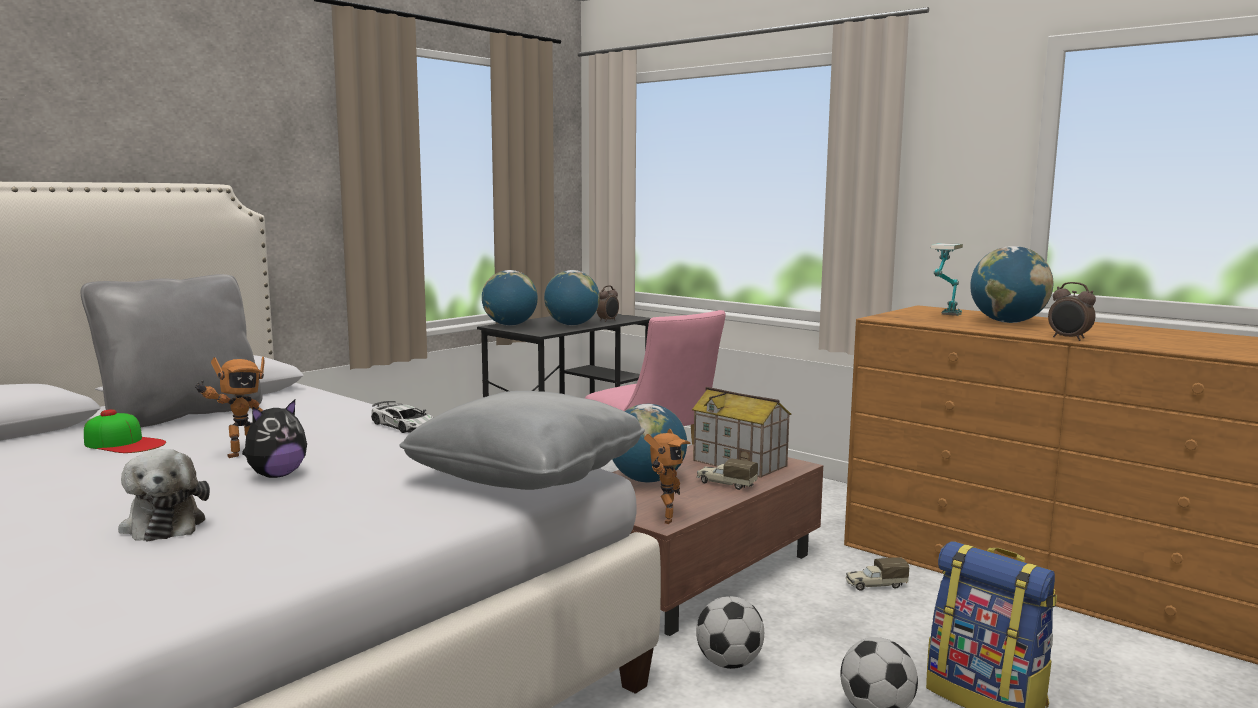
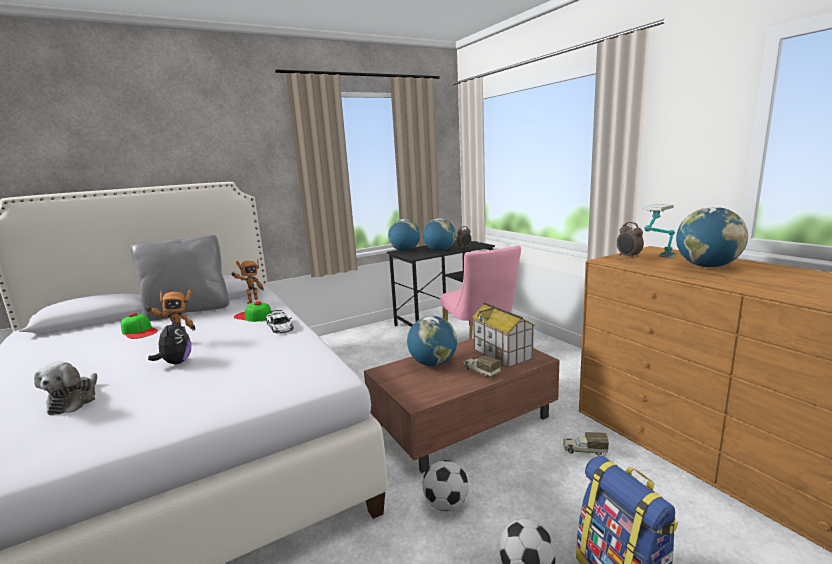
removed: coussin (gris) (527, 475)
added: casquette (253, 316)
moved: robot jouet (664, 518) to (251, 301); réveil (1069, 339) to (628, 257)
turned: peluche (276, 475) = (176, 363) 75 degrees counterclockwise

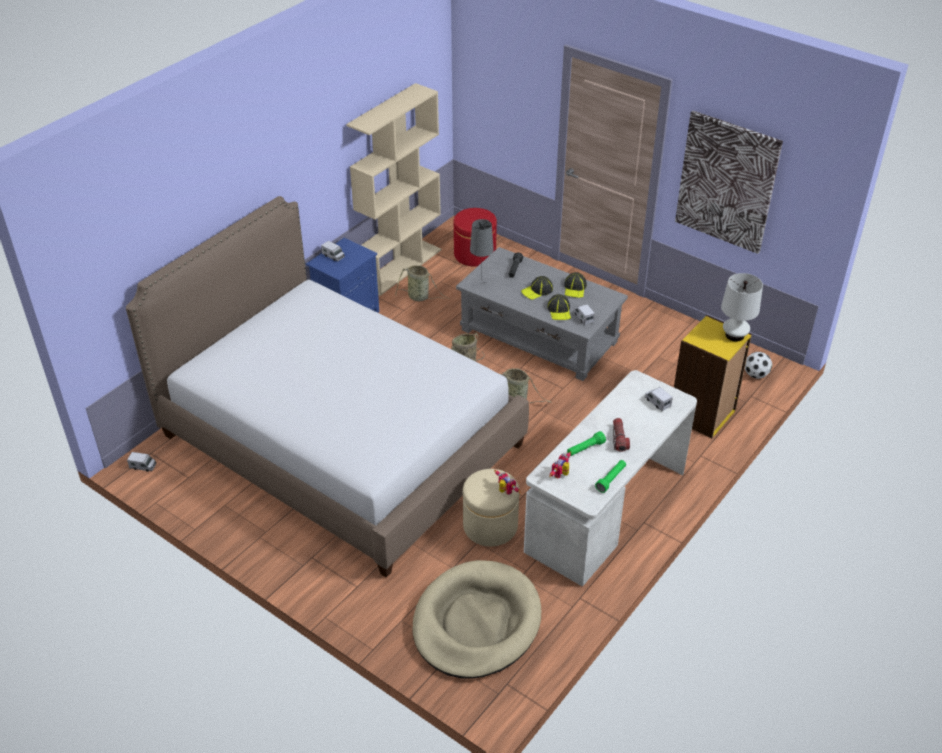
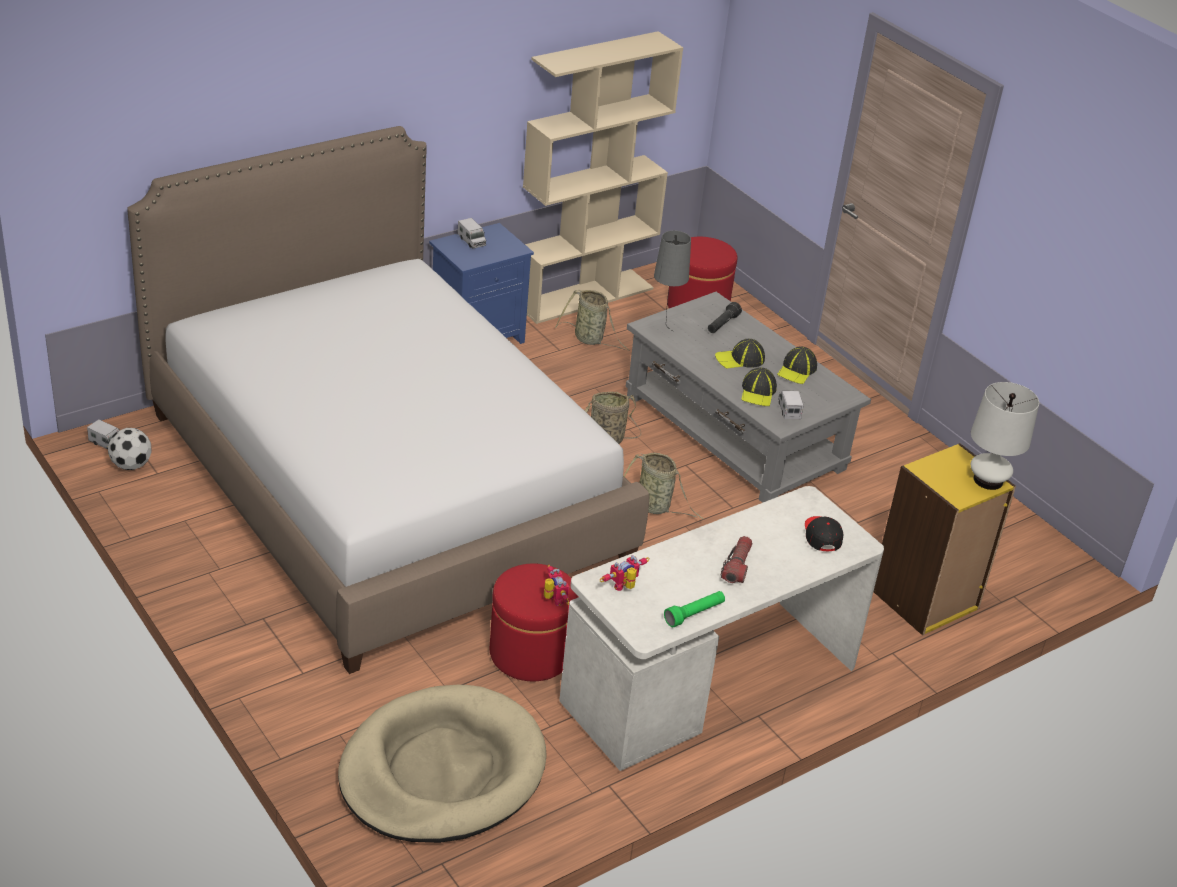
removed: lampe de poche (vert) (585, 449); tableau (727, 182)
moved: ballon de foot (756, 375) to (131, 465)
replaced: camion jouet (657, 402) to casquette (noir) (821, 536)
recoloured: pouf (beige) (490, 526) to pouf (rouge) (530, 653)

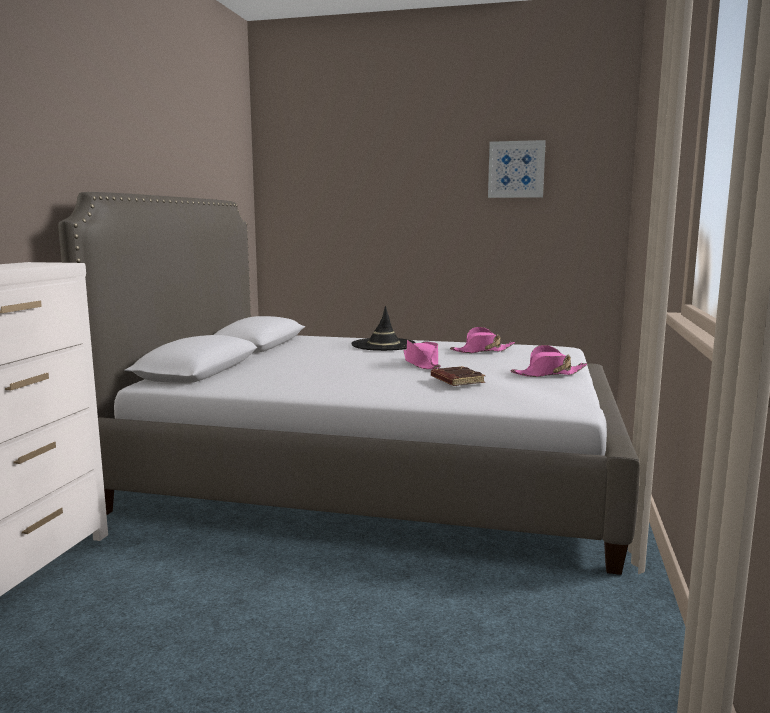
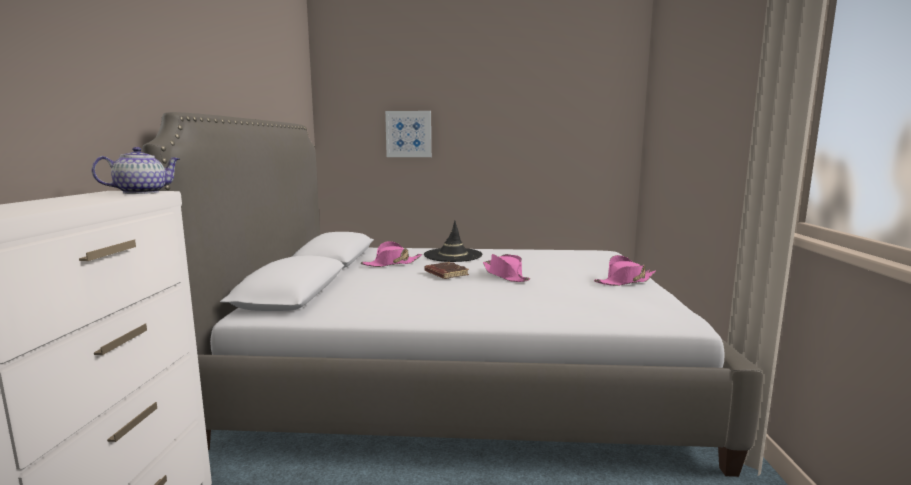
added: théière (142, 192)
moved: livre (marron) (456, 380) to (445, 274); chapeau (rose) (482, 351) to (392, 263); tableau (516, 169) to (408, 134)

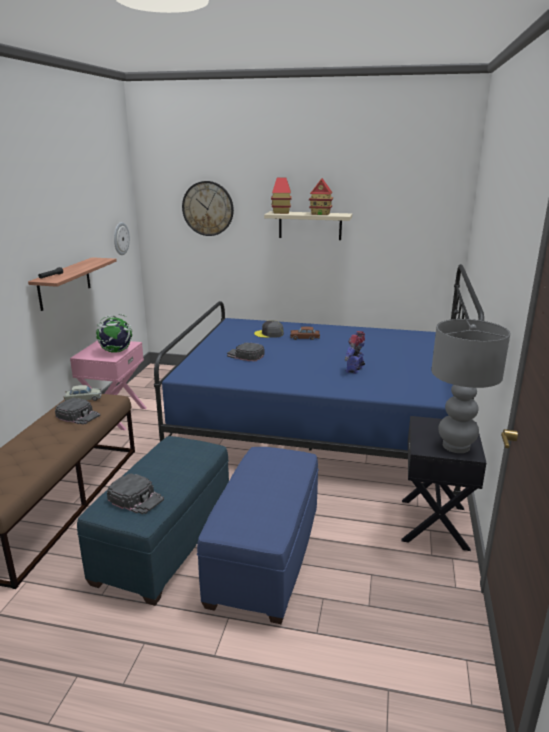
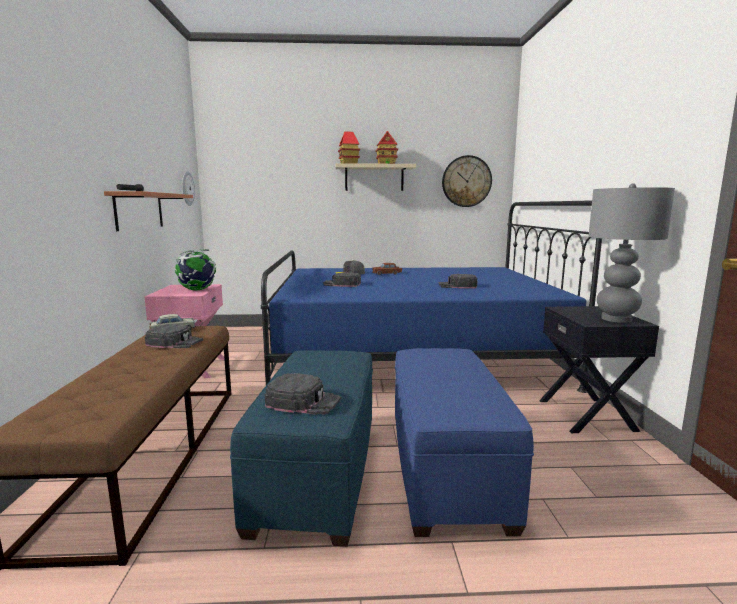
moved: horloge murale (208, 208) to (466, 181)
replaced: robot jouet (355, 370) to casquette (noir) (457, 286)

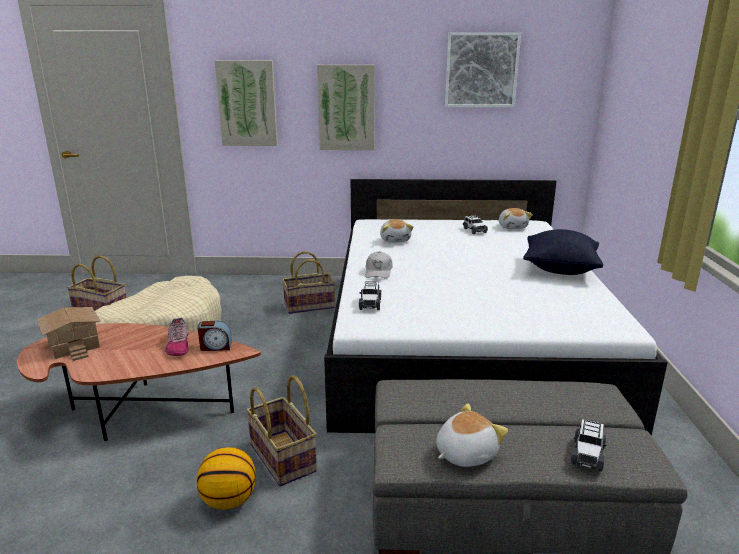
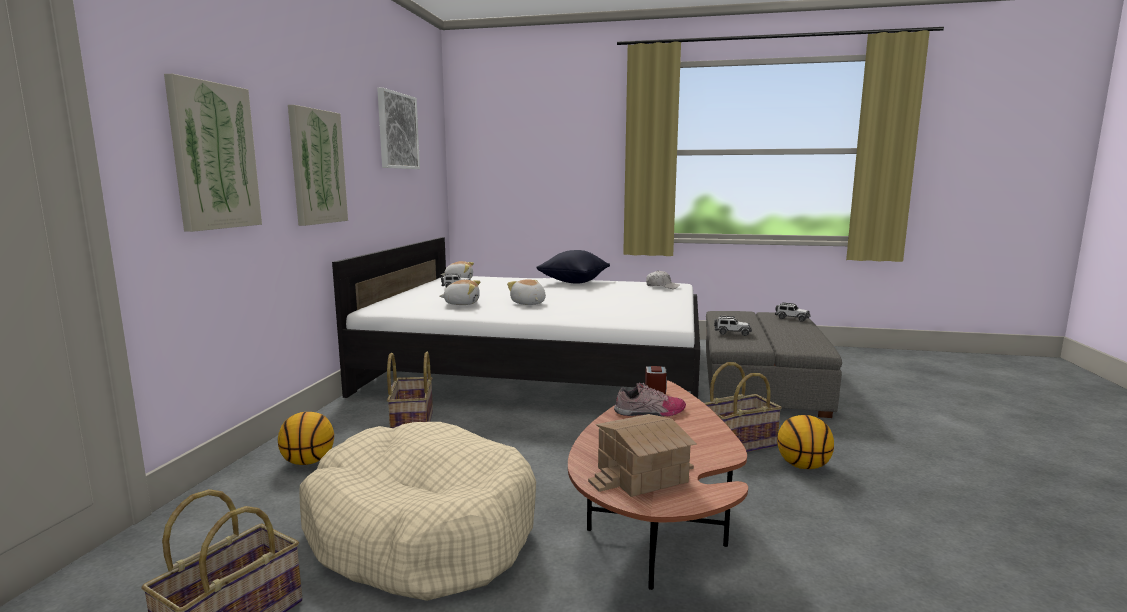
added: ballon de basket (308, 462)
moved: petite voiture (370, 303) to (732, 333); casquette (blanc) (378, 272) to (662, 286); peluche (464, 453) to (528, 303)

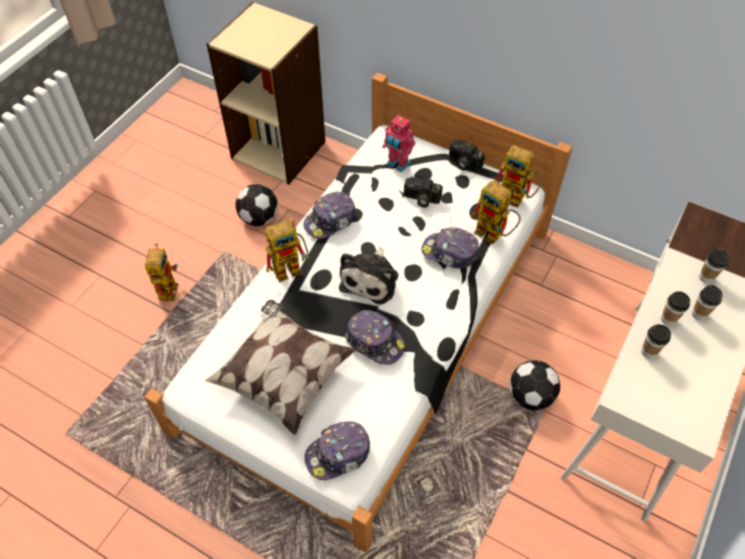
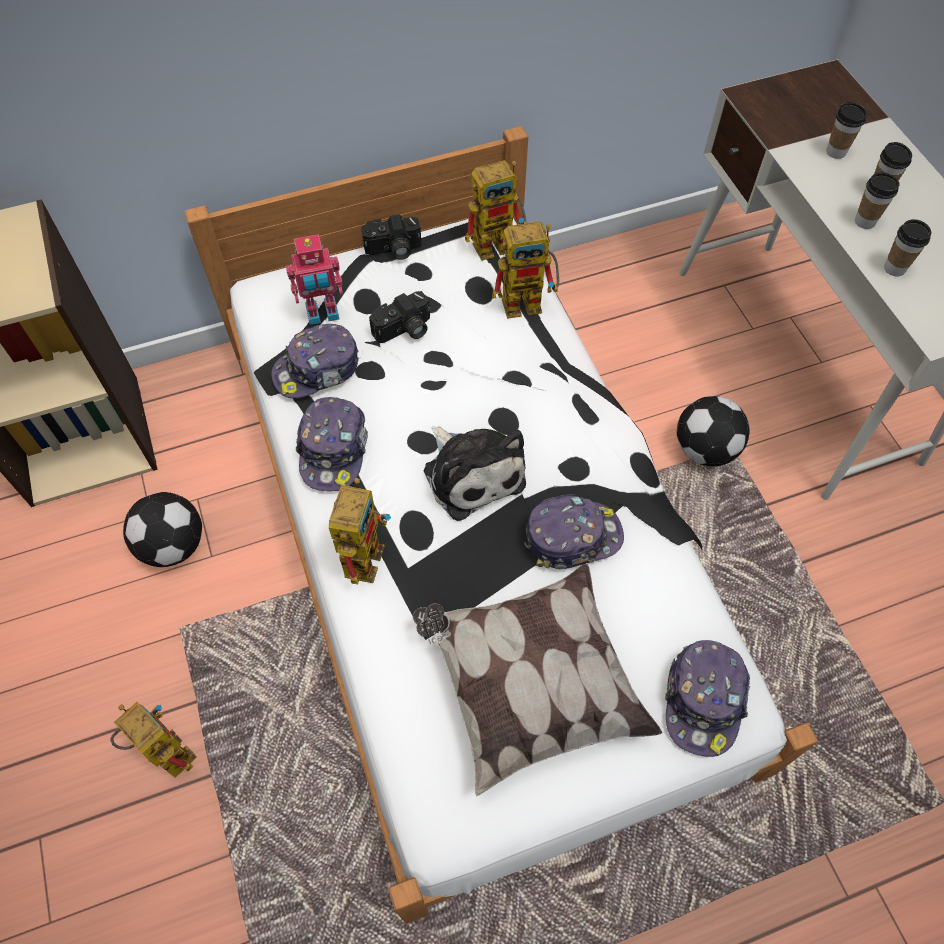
moved: casquette (450, 253) to (317, 370)

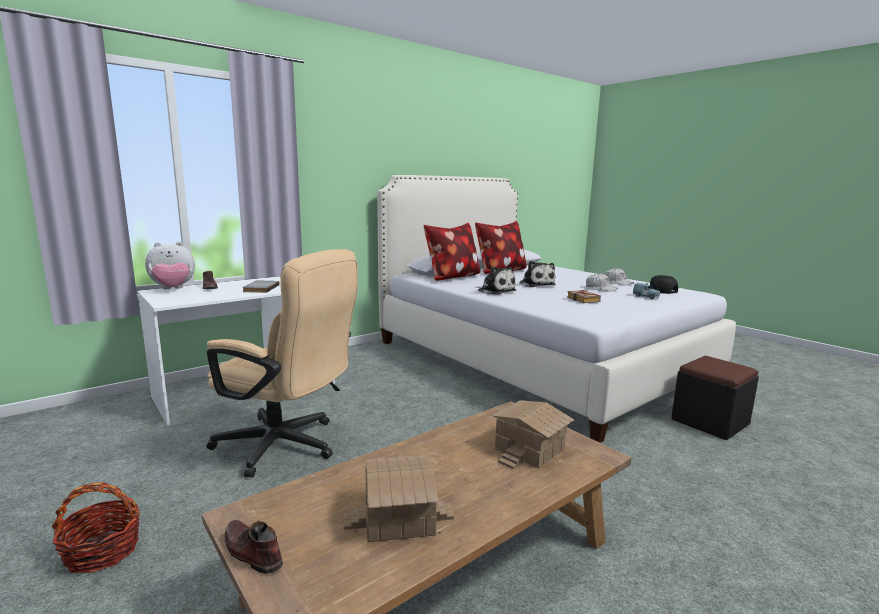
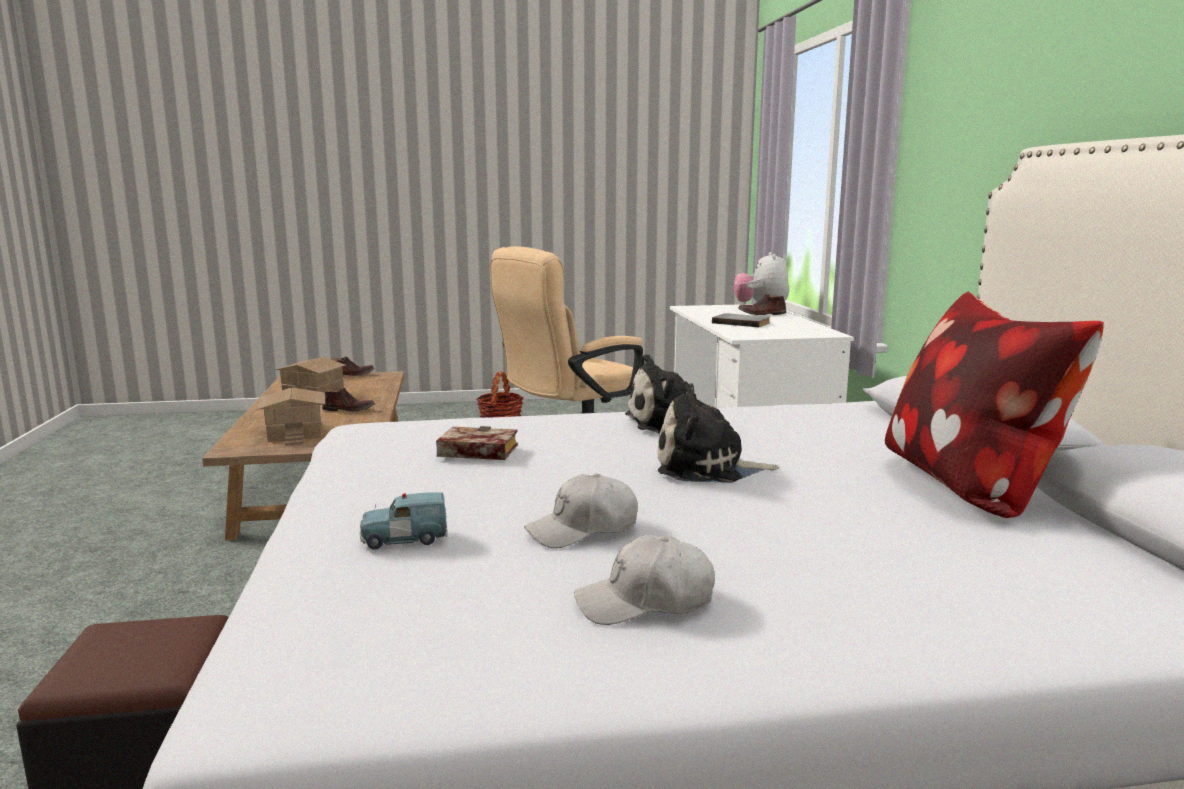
removed: coussin (452, 278); casquette (noir) (659, 290)
added: chaussure (marron) (349, 410)

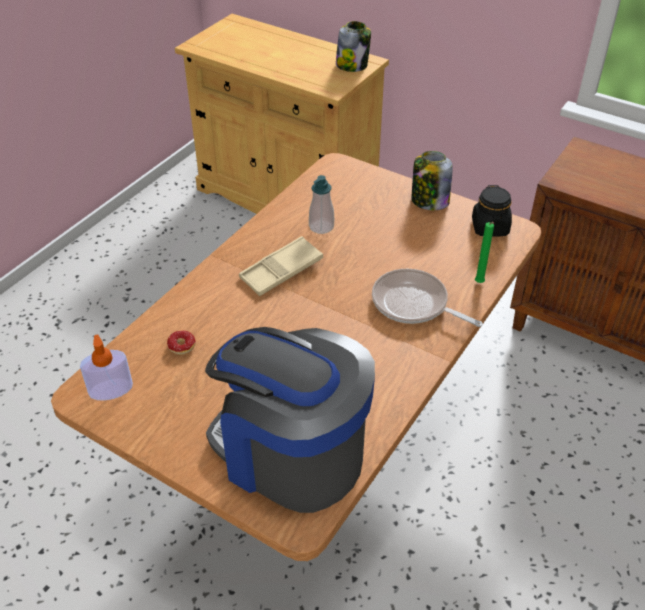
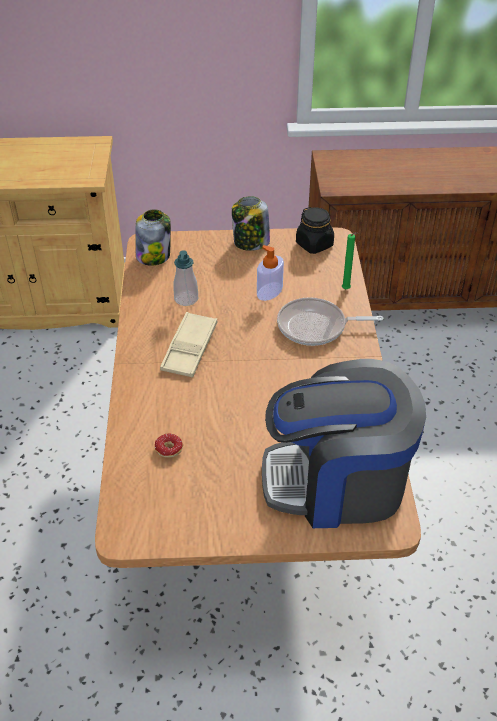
moved: distributeur de savon (111, 389) to (269, 291); bocal (352, 65) to (154, 256)

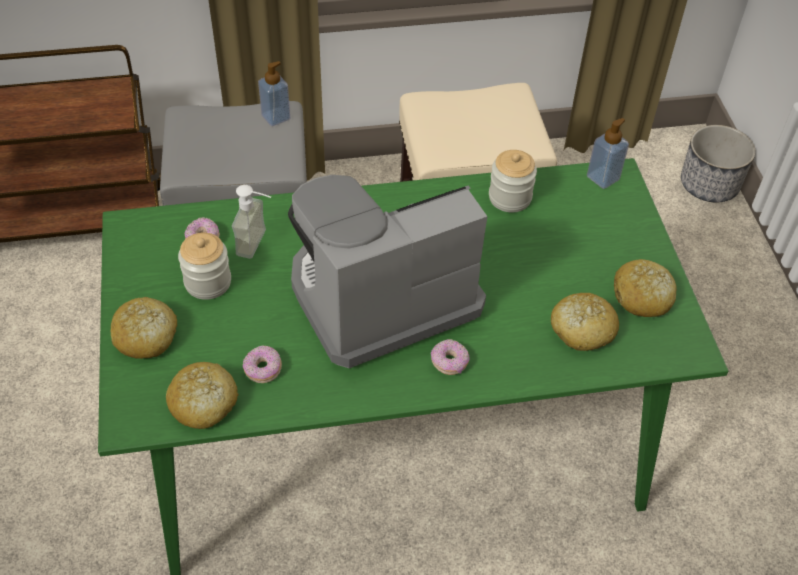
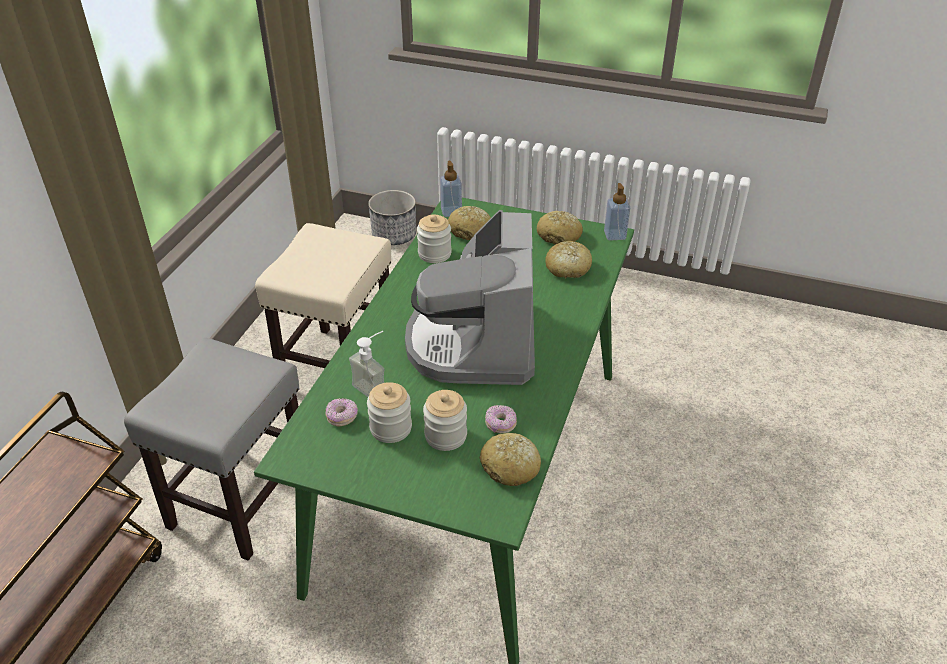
removed: beignet (449, 362)
added: bocal (445, 436)
moved: pain (146, 336) to (470, 231); distributeur de savon (276, 117) to (614, 235)

